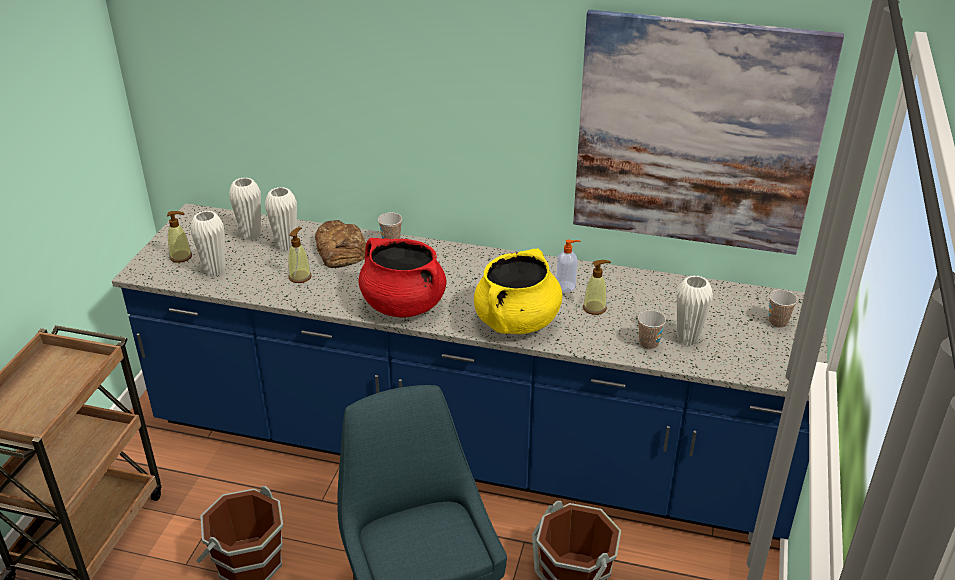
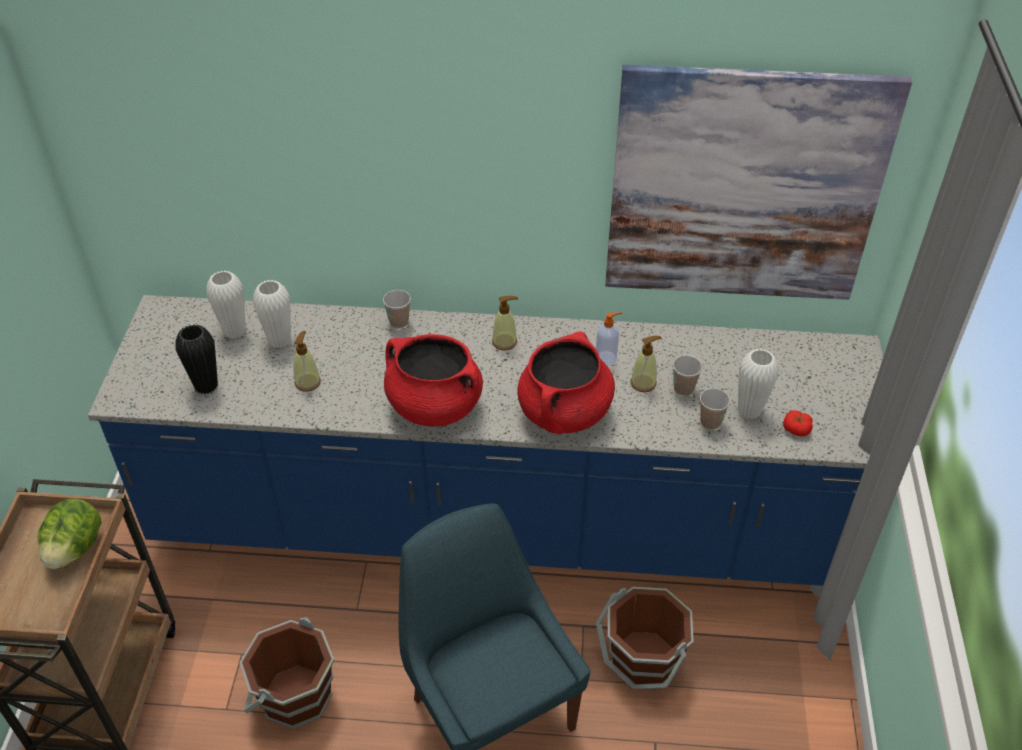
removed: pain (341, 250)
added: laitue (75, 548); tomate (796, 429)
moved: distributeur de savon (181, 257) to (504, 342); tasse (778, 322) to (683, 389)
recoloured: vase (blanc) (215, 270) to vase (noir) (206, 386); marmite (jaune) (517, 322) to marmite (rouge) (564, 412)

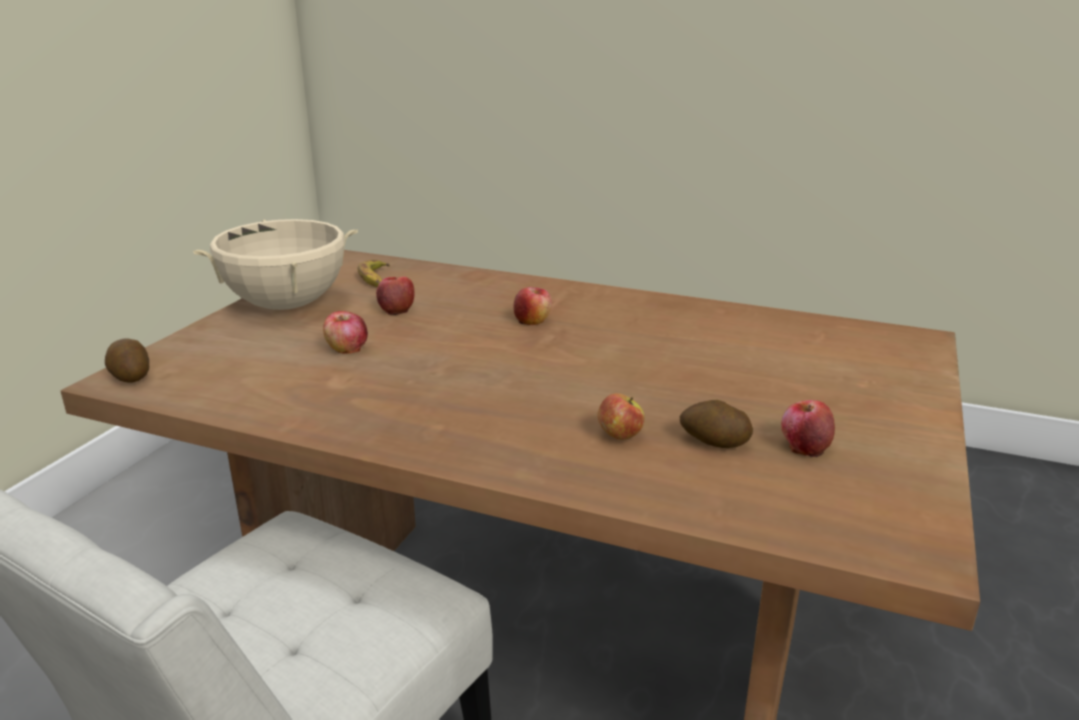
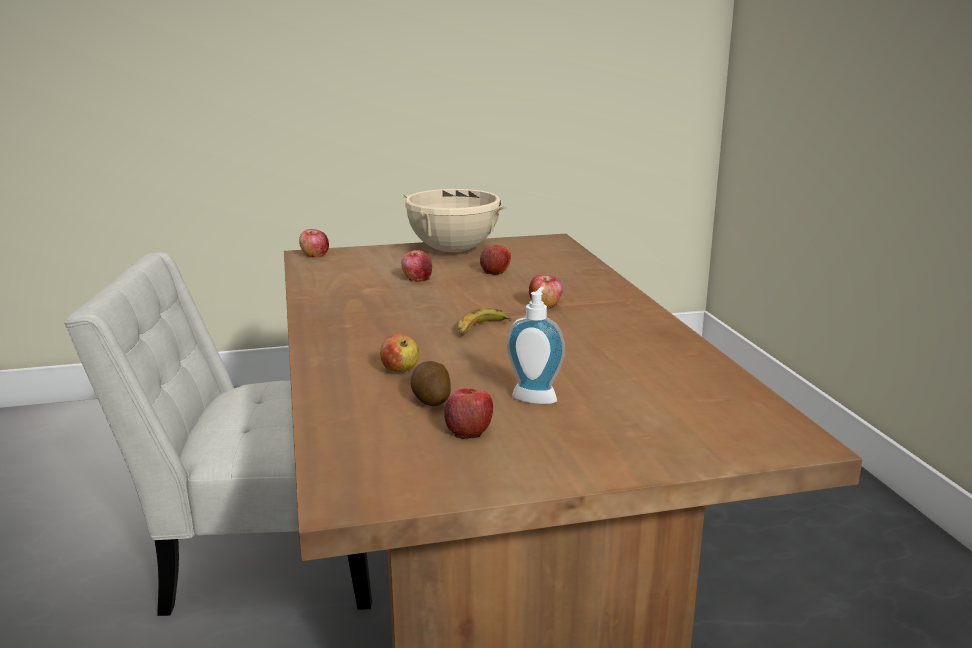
added: distributeur de savon (536, 396)
moved: banane (375, 279) to (480, 328)
replaced: pomme de terre (130, 376) to pomme (314, 255)

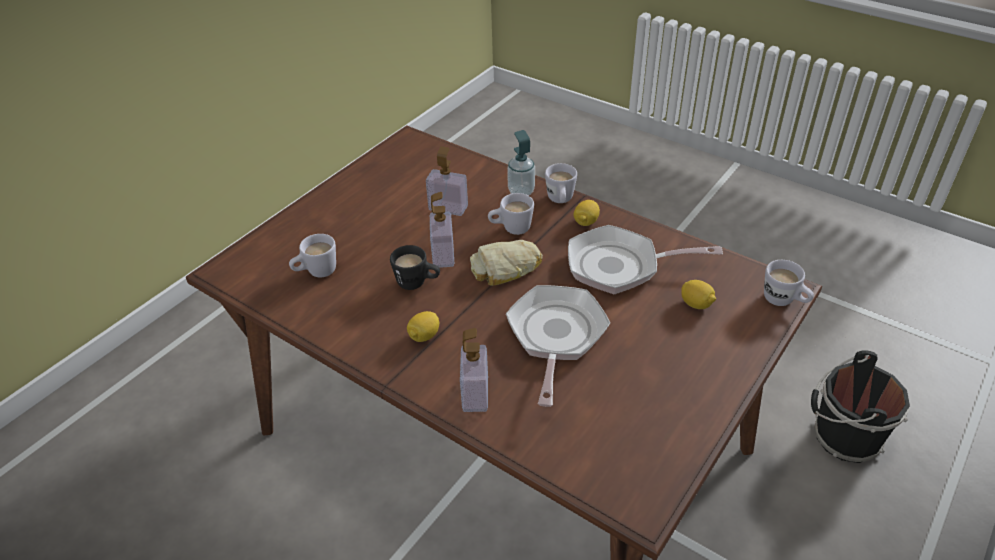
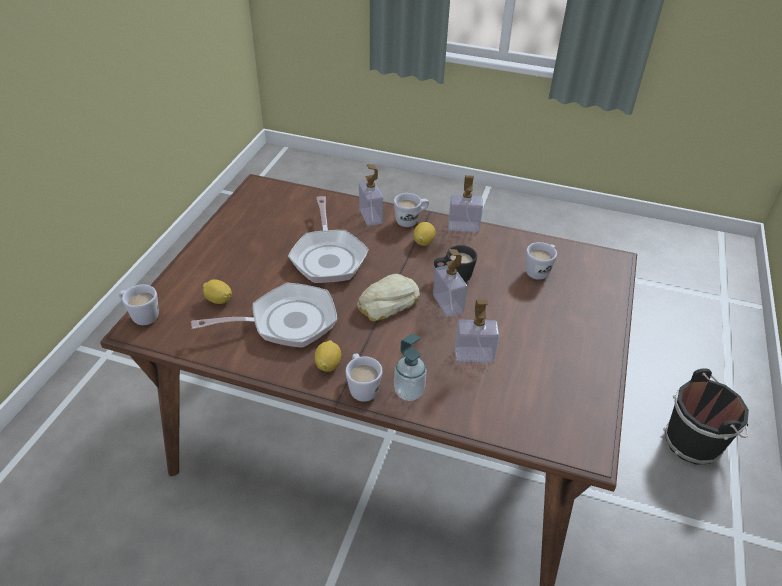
added: distributeur de savon (463, 226)
moved: mug (blanc) (511, 229) to (411, 220); seau (noir) (843, 437) to (695, 441)

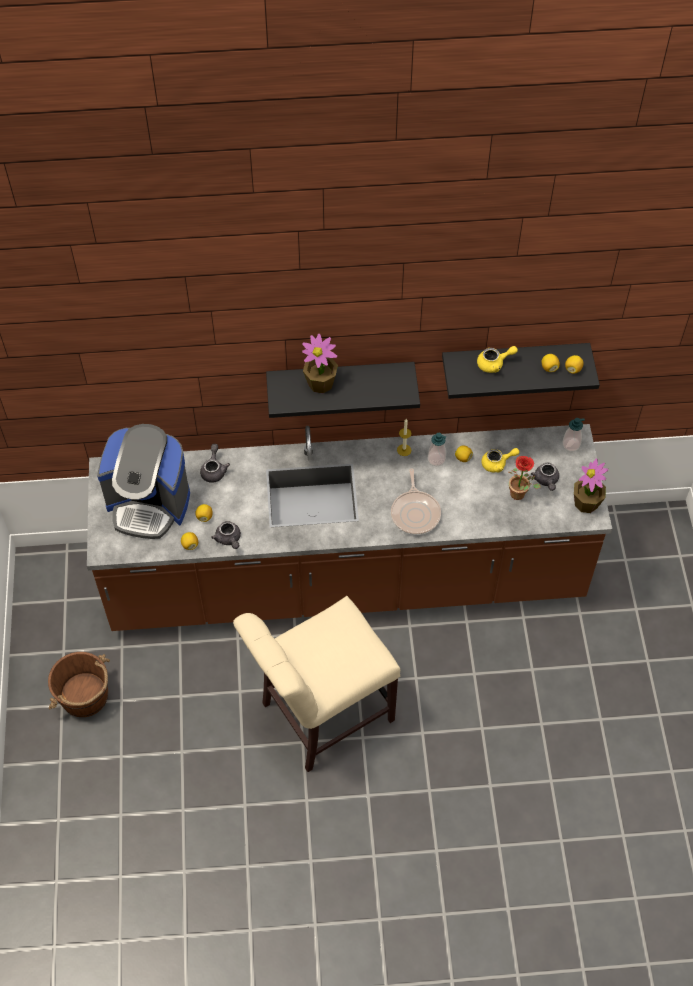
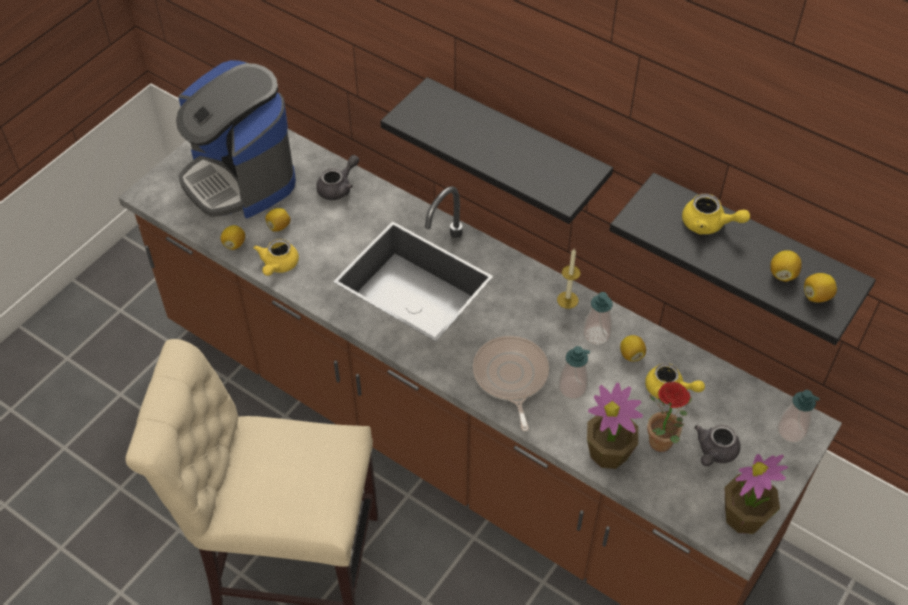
removed: seau (marron) (85, 696)
added: distributeur de savon (572, 388)
moved: plante en pot (321, 383) to (609, 452)
recoloured: théière (gris) (229, 539) to théière (jaune) (278, 265)
turned: poêle (415, 512) = (510, 377) 135 degrees clockwise

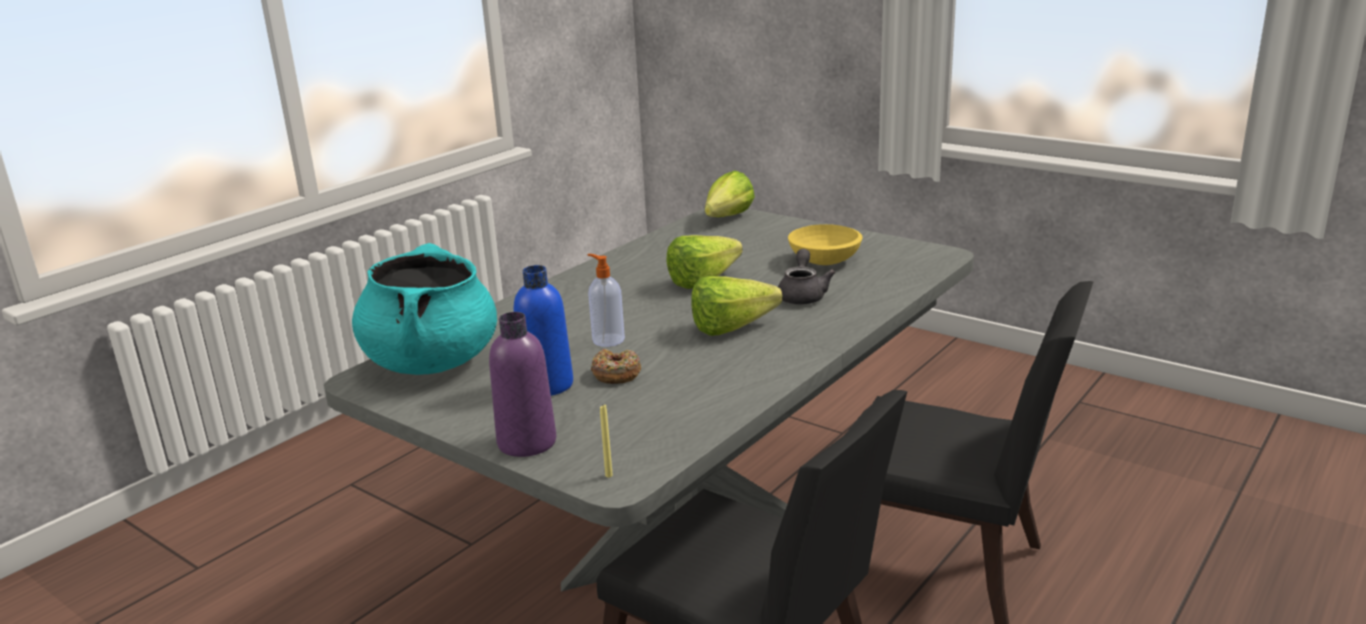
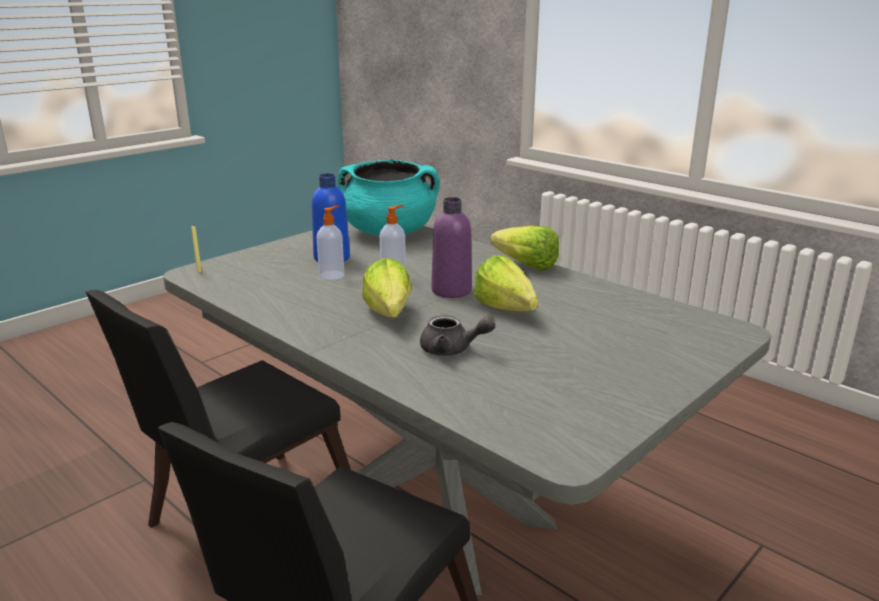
removed: bol (jaune) (824, 260)
moved: bouteille (violet) (527, 442) to (451, 291); laitue (723, 220) to (522, 264)
replaced: beignet (616, 374) to distributeur de savon (332, 275)

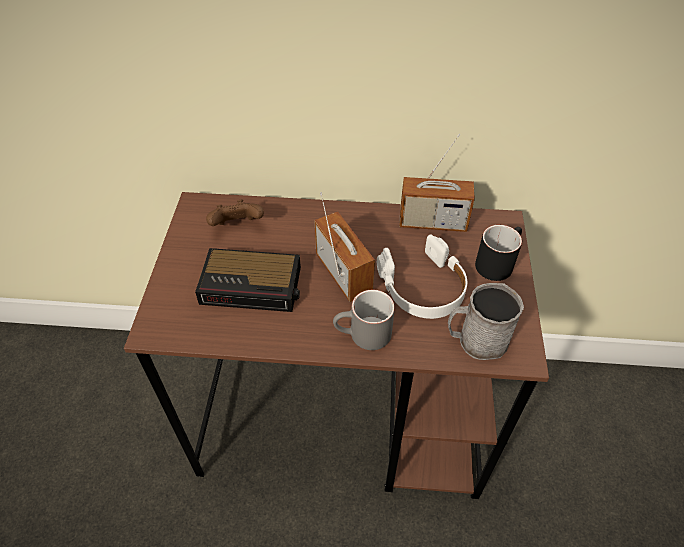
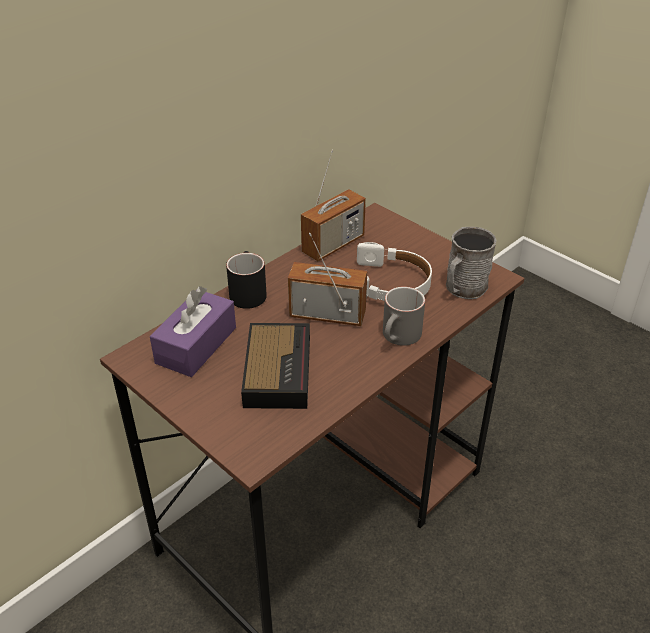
moved: mug (noir) (497, 262) to (246, 292)
replaced: manette (marron) (237, 226) to boîte à mouchoirs (violet) (196, 345)
turned: réveil (253, 285) = (278, 370) 45 degrees counterclockwise

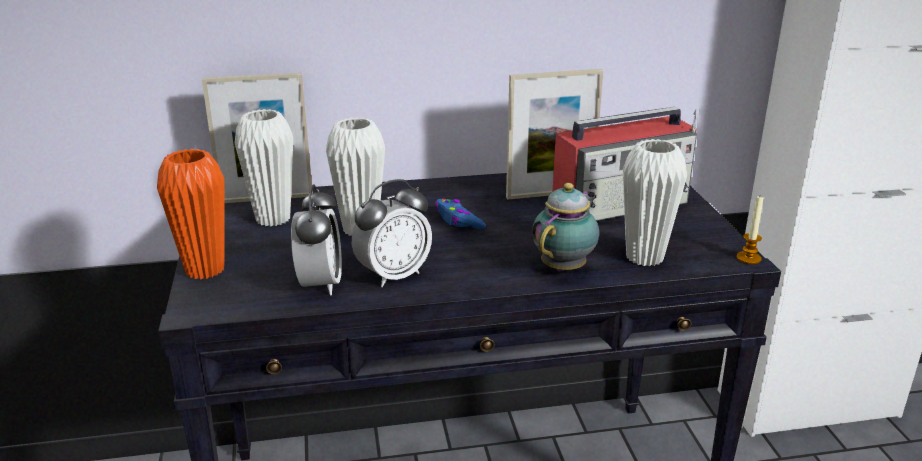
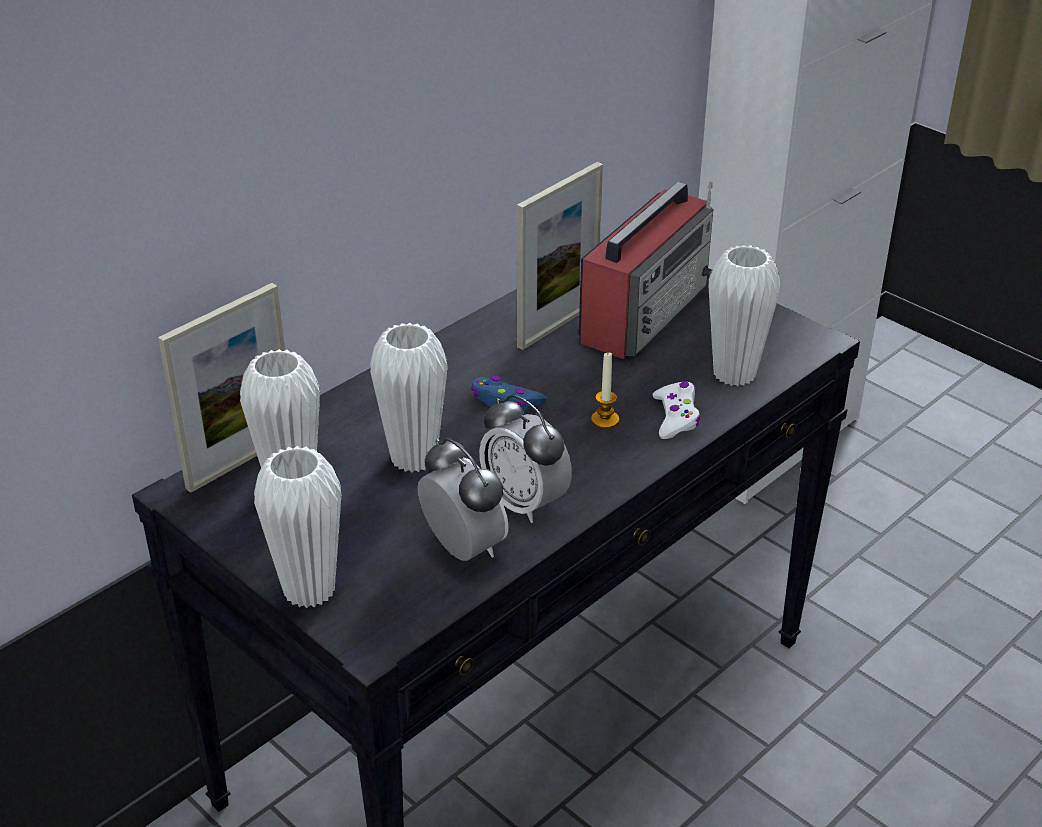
moved: bougie (748, 258) to (605, 420)
replaced: théière (565, 266) to manette (blanc) (676, 417)
recoloured: vase (orange) (205, 270) to vase (blanc) (309, 590)
turned: réveil (393, 275) = (525, 503) 120 degrees clockwise

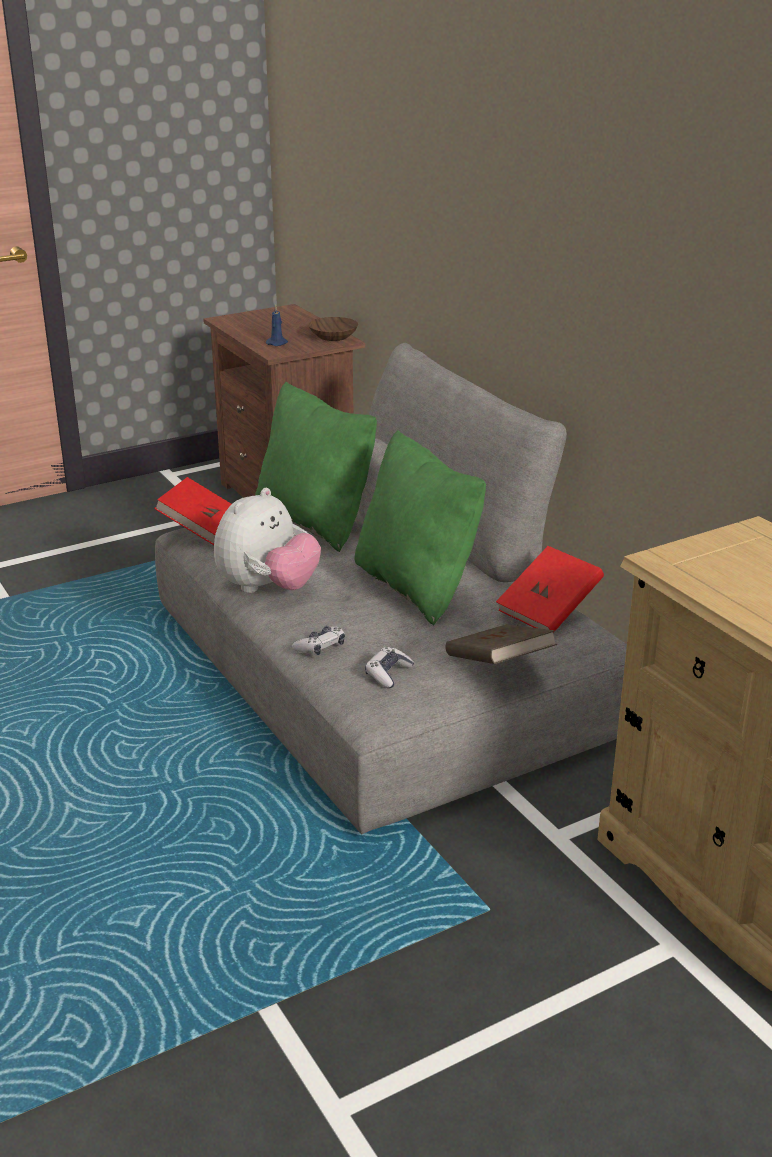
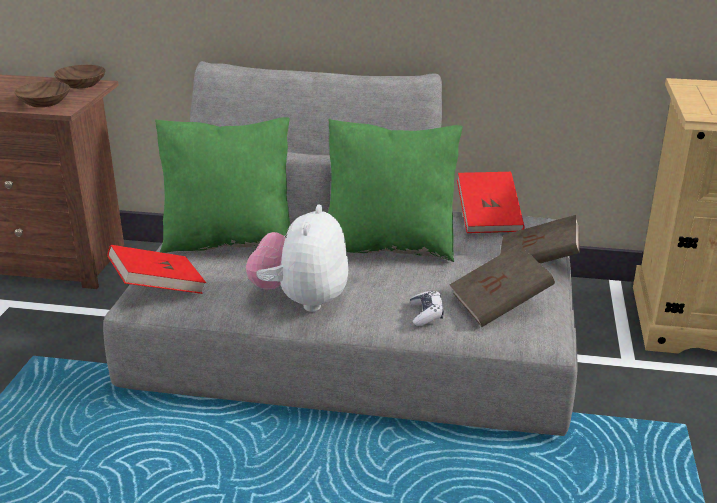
replaced: bougie (bleu) (277, 343) to bol (marron) (45, 102); manette (388, 674) to livre (marron) (499, 304)
turned: peluche (268, 588) = (301, 300) 150 degrees counterclockwise

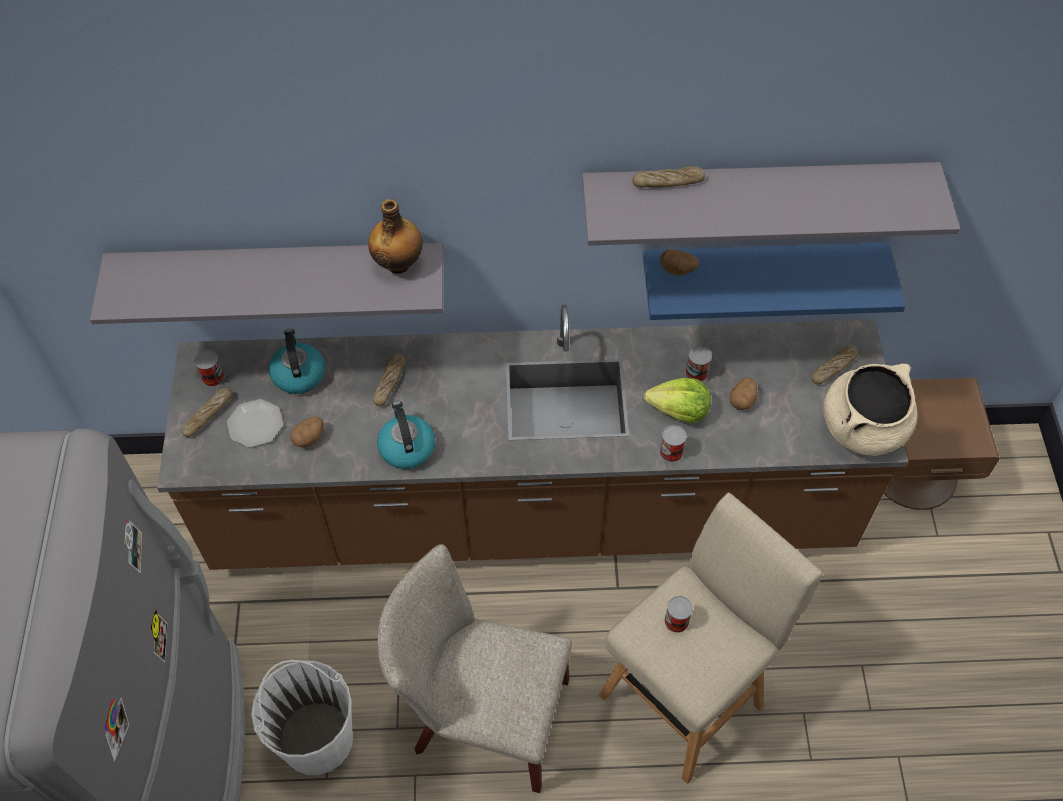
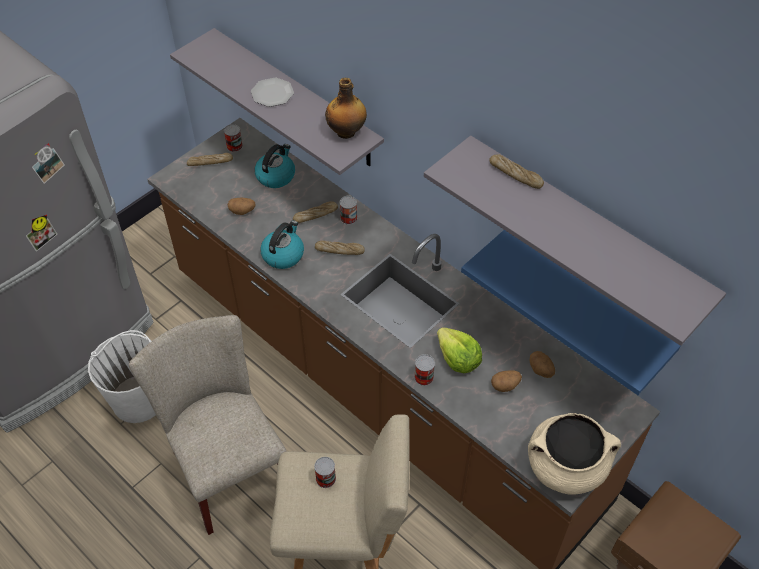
moved: assiette (256, 425) to (272, 94); pomme de terre (678, 270) to (541, 370); boîte métallique (696, 373) to (348, 218); pain (833, 368) to (339, 250)

